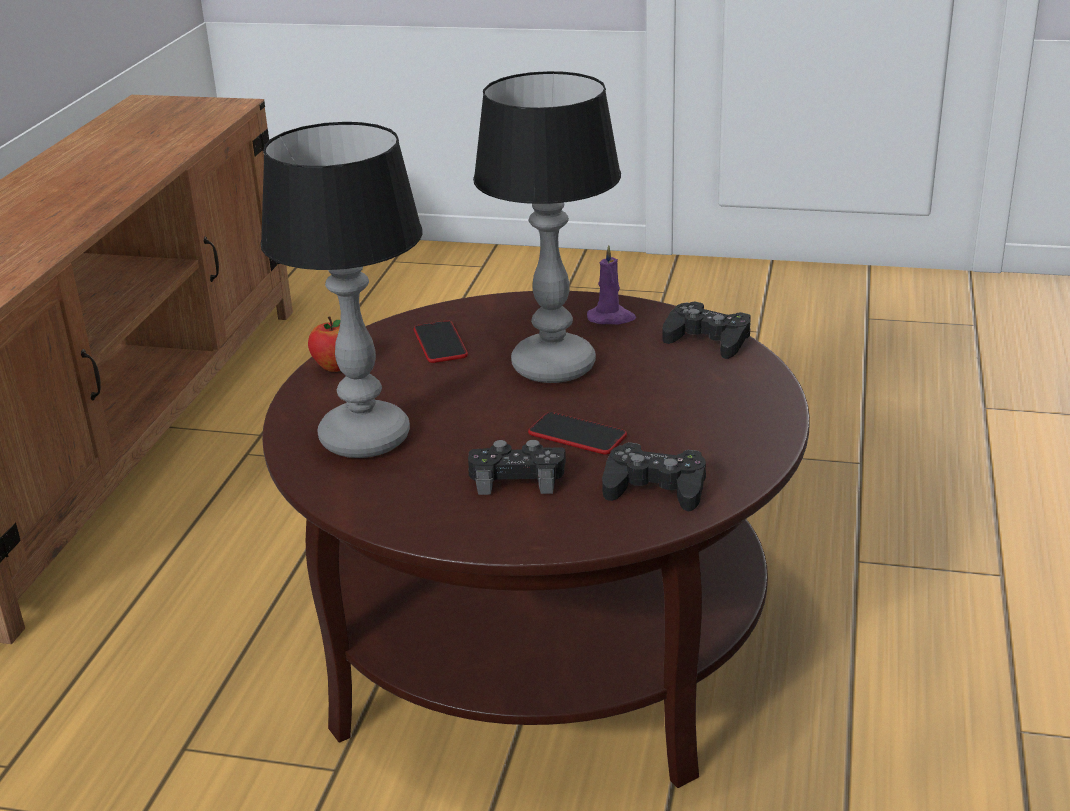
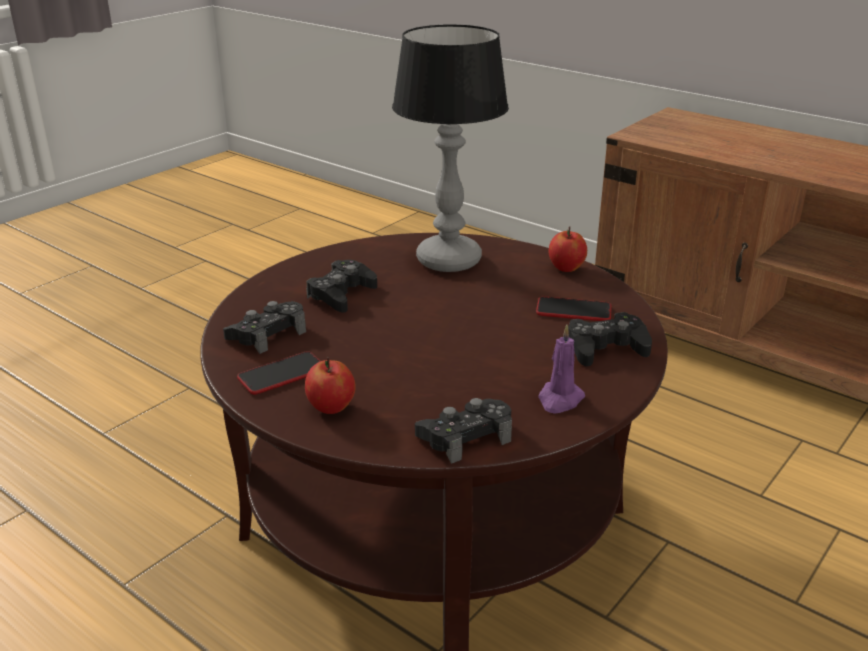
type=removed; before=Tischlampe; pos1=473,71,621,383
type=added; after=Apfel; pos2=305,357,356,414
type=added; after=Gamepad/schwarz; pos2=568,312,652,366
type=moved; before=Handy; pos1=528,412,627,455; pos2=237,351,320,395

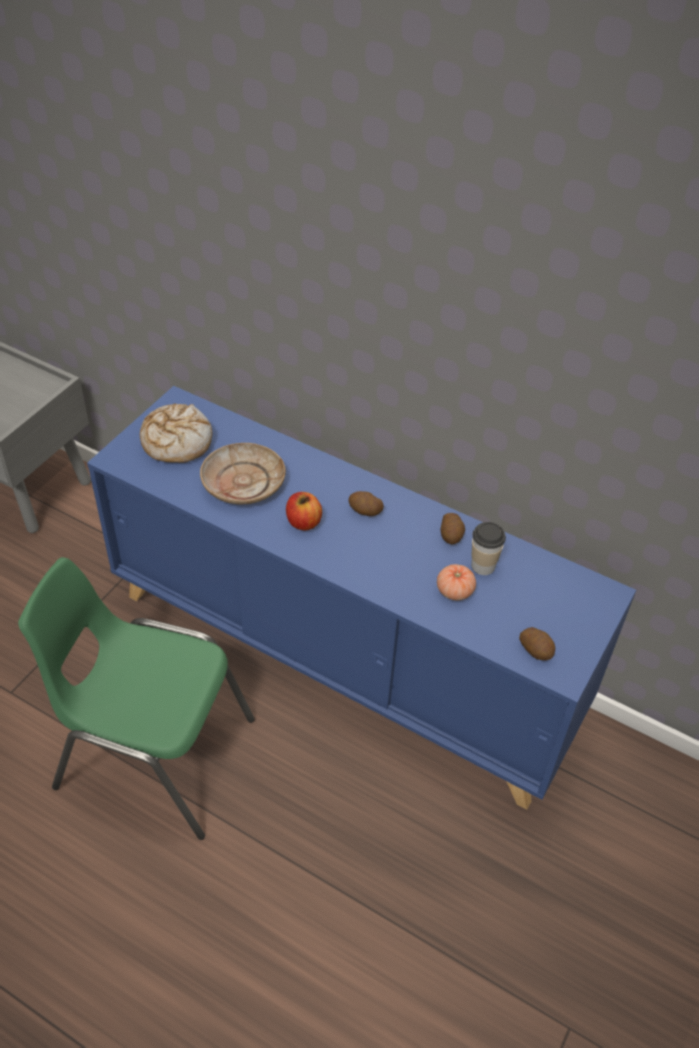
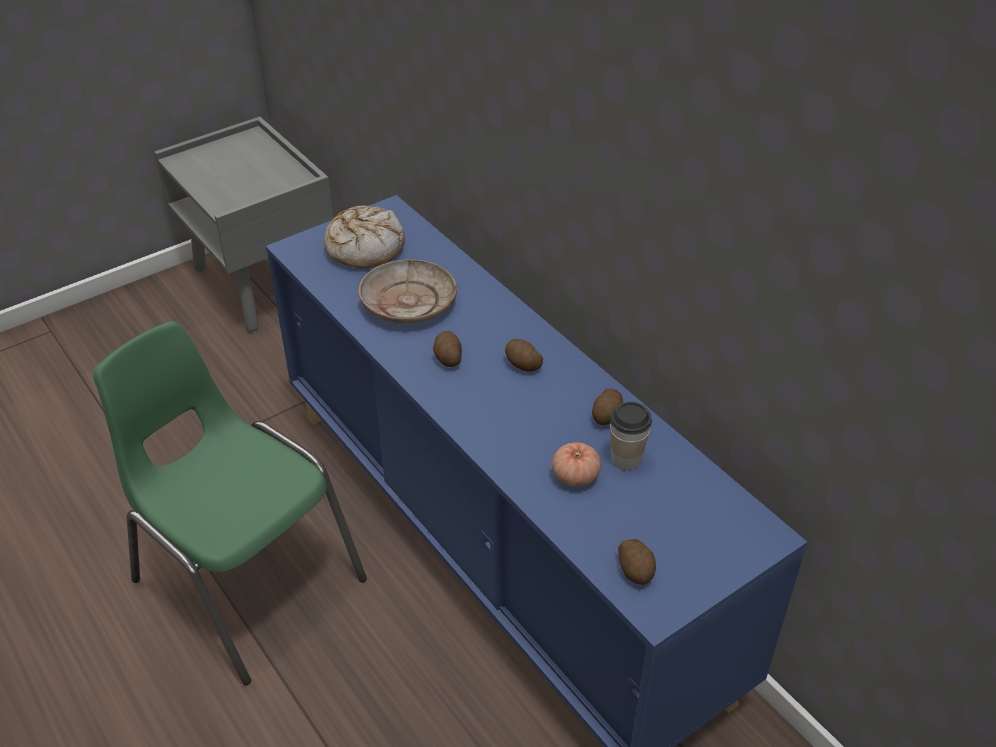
type=replaced; before=Apfel; after=Kartoffel; pos1=286,492,322,530; pos2=433,331,462,367

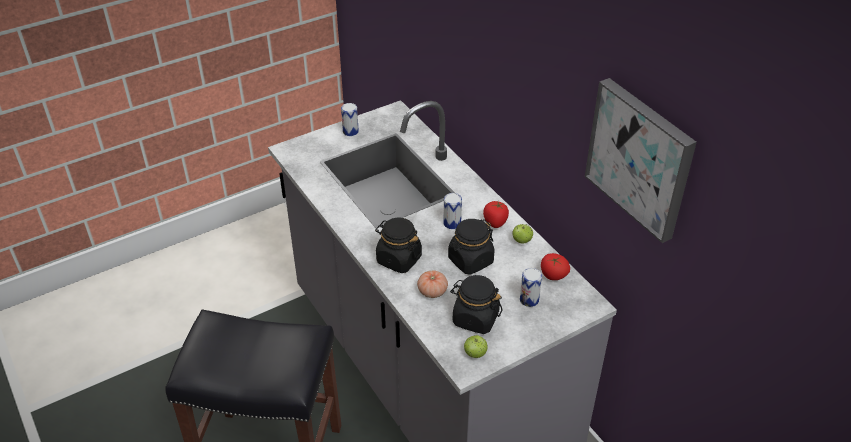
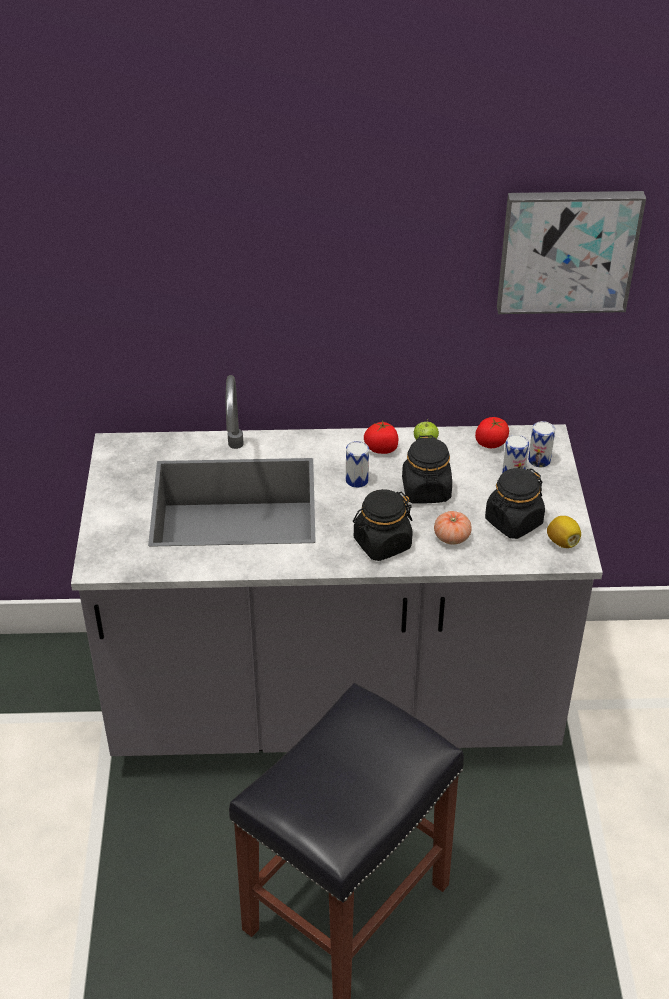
type=moved; before=Dose; pos1=341,103,359,136; pos2=528,421,555,467
type=replaced; before=Apfel; after=Zitrone; pos1=464,335,488,358; pos2=547,516,581,548

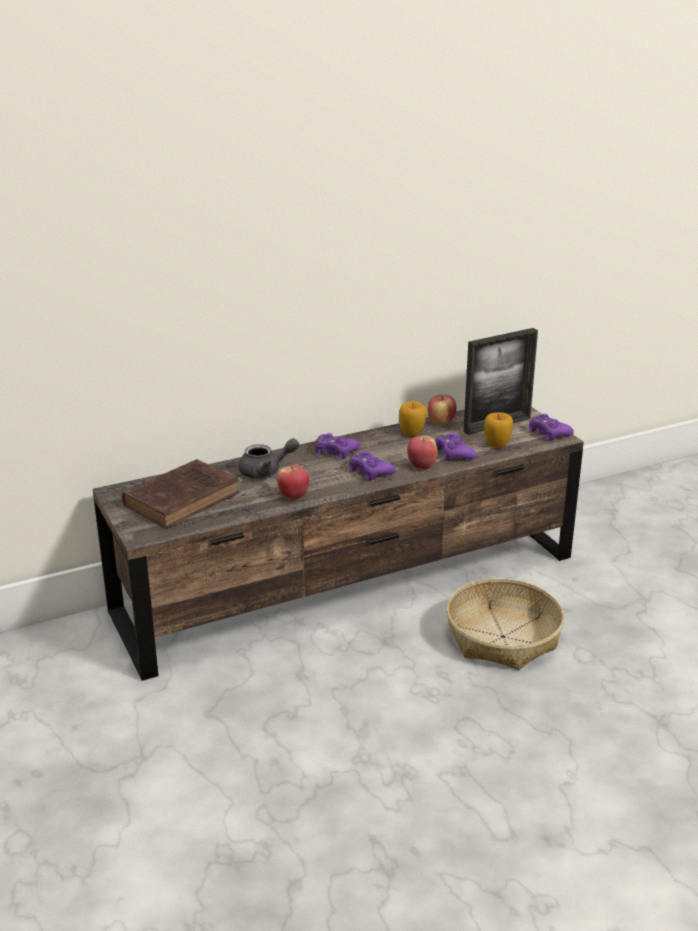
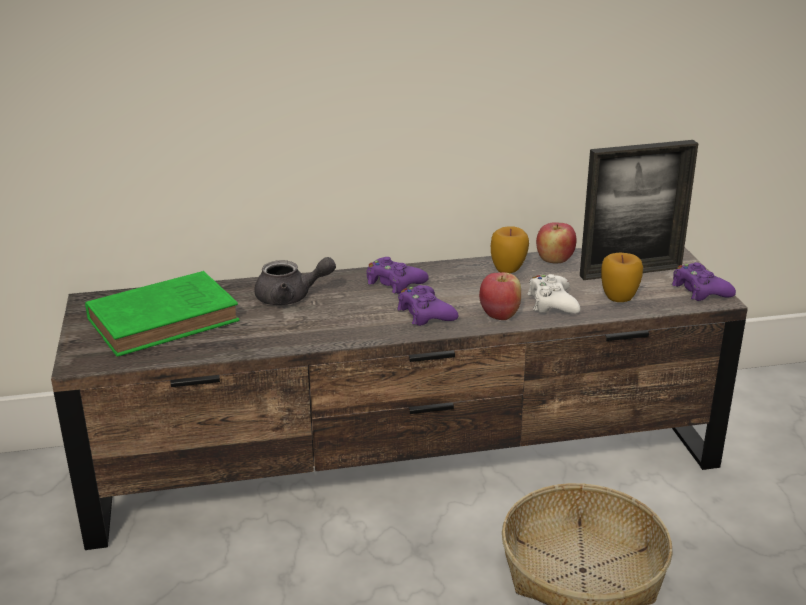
type=removed; before=Apfel; pos1=277,465,309,500
type=recoloured; before=Buch/braun; after=Buch/grün; pos1=122,459,240,529; pos2=85,271,240,357
type=recoloured; before=Gamepad/lila; after=Gamepad/weiß; pos1=435,433,477,461; pos2=527,274,581,314

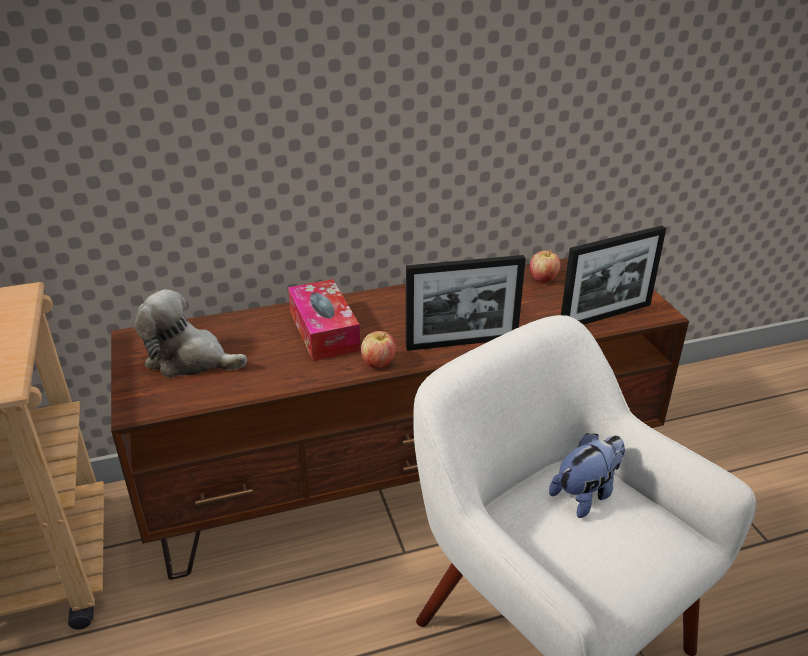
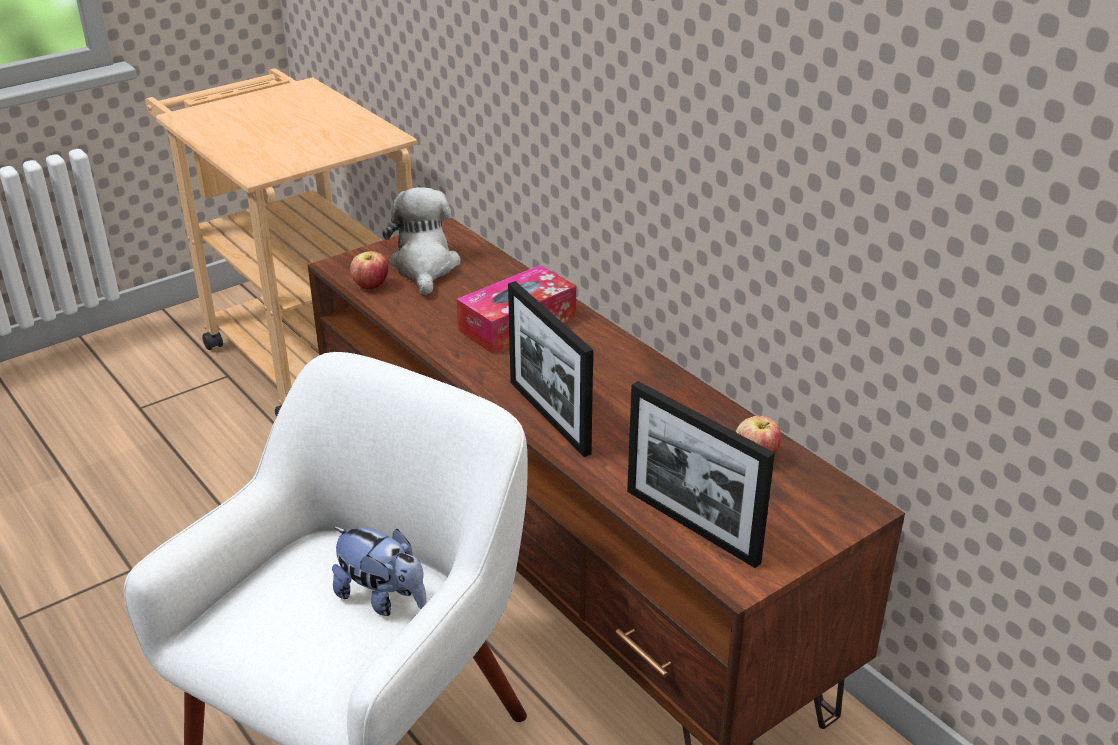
type=moved; before=Apfel; pos1=361,331,396,368; pos2=350,251,388,289

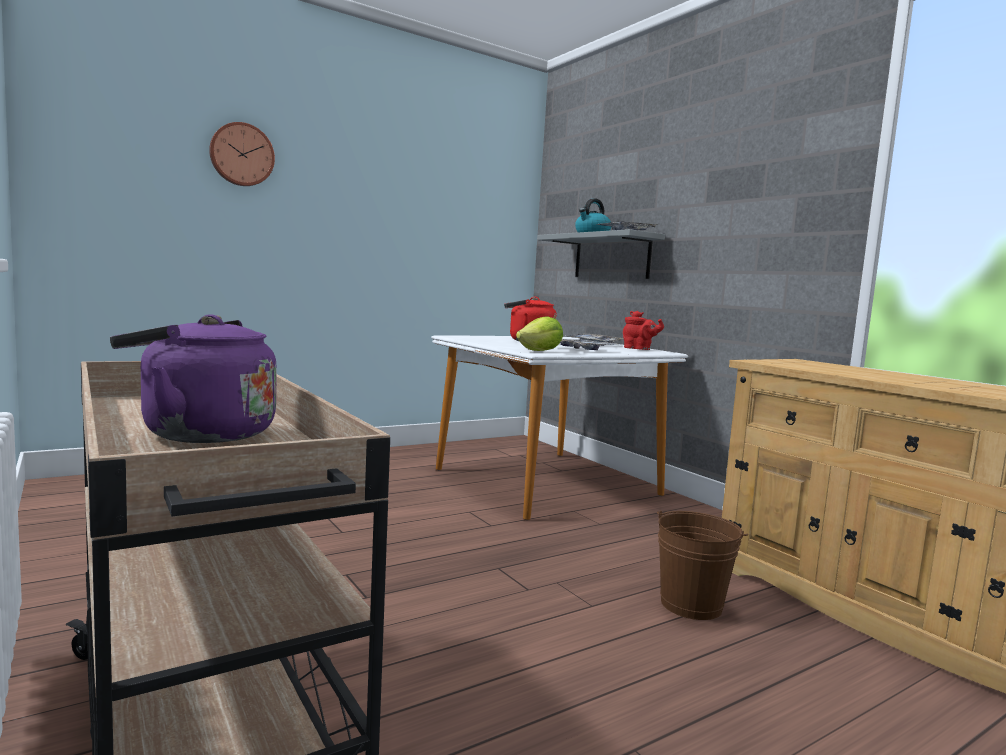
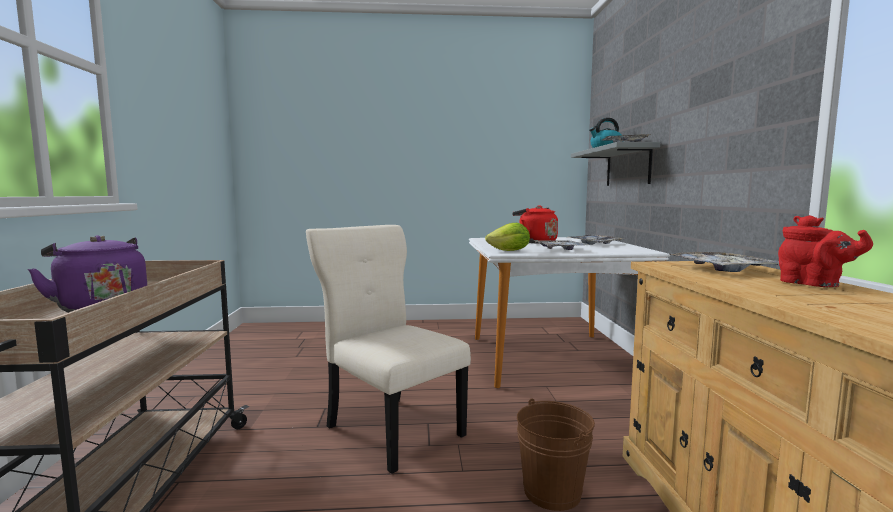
type=removed; before=Wanduhr; pos1=209,122,275,186
type=added; after=Stuhl/beige; pos2=306,225,471,474
type=added; after=Tablett; pos2=670,252,779,272
type=moved; before=Teekanne/rot; pos1=623,311,664,350; pos2=778,215,873,287

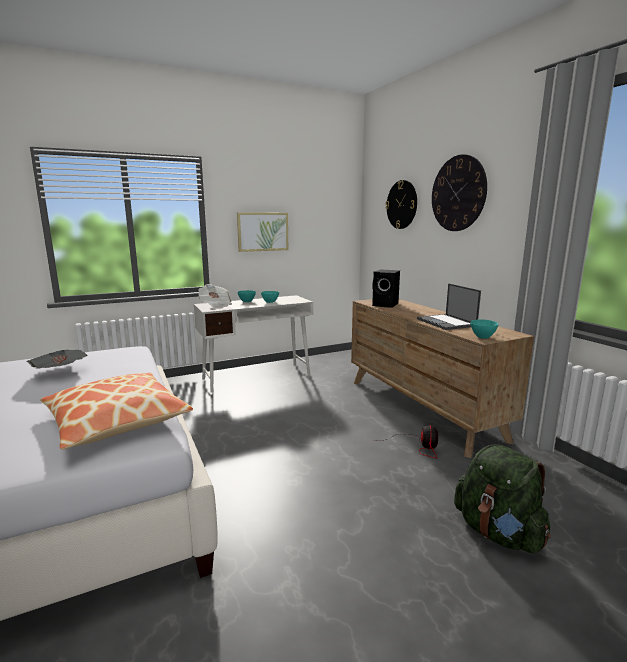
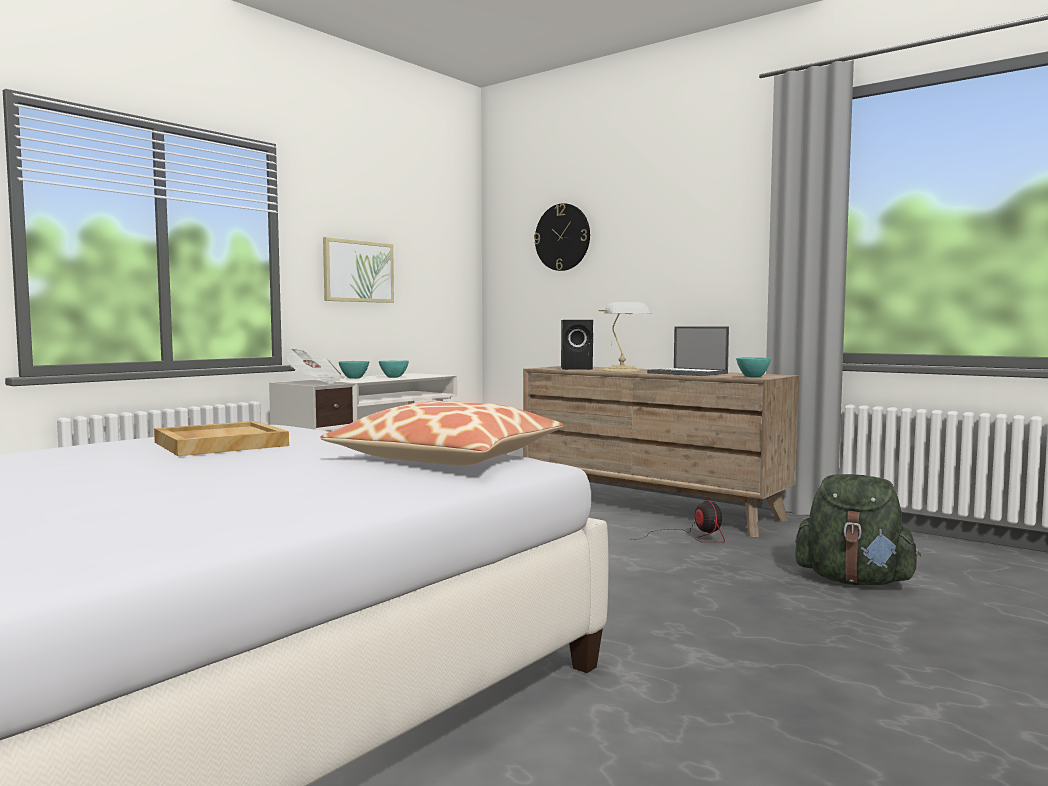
type=removed; before=Wanduhr; pos1=432,154,487,231
type=added; after=Tischlampe; pos2=598,302,652,372
type=replaced; before=Zeitung; after=Tablett/beige; pos1=26,350,87,369; pos2=154,421,289,456

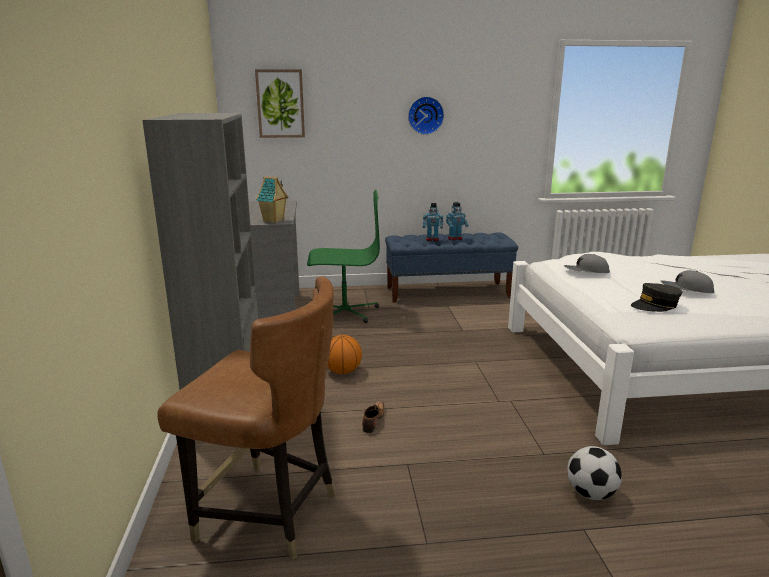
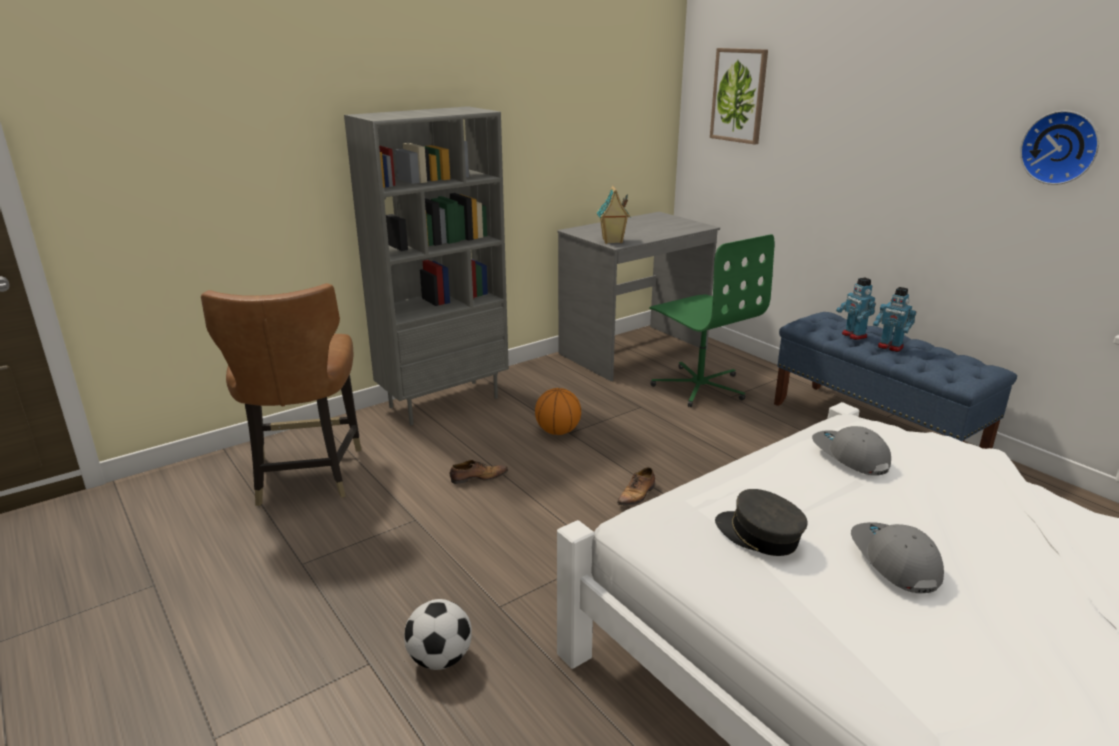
type=added; after=Schuh; pos2=617,467,655,506
type=moved; before=Wanduhr; pos1=408,96,444,135; pos2=1020,111,1099,185

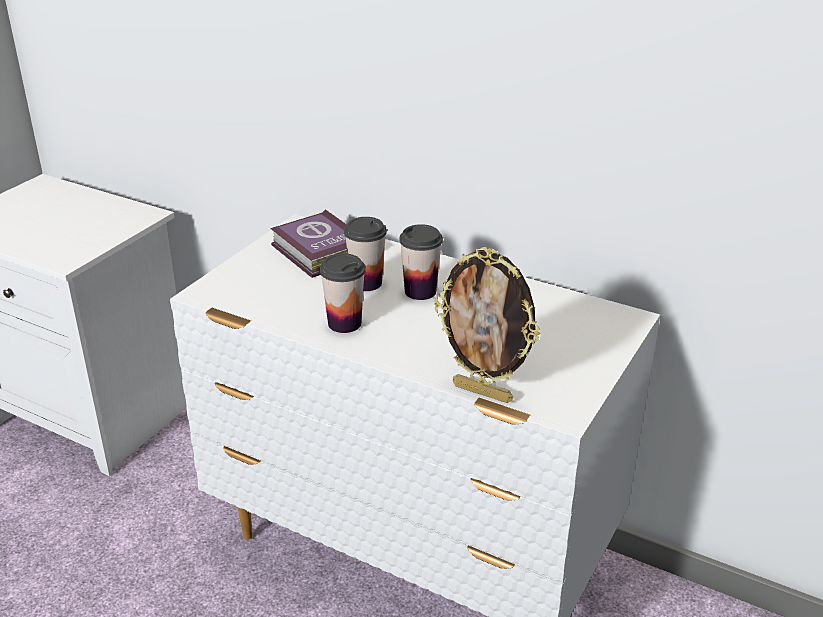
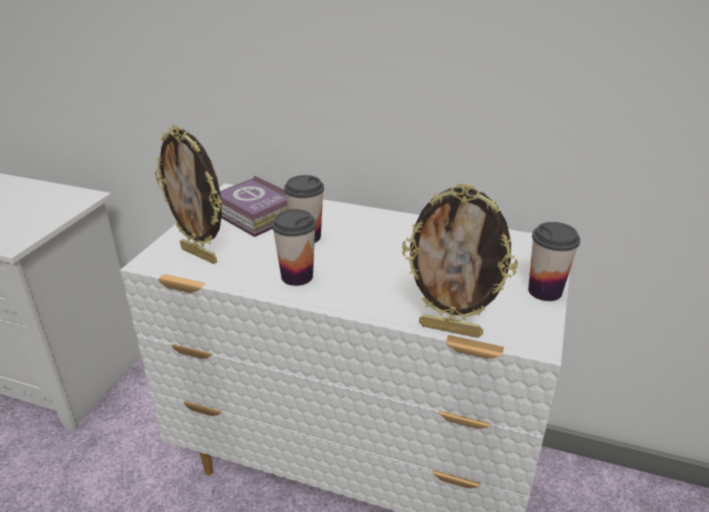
type=added; after=Bilderrahmen; pos2=155,125,222,264
type=moved; before=Tasse; pos1=399,224,443,300; pos2=528,222,580,301

